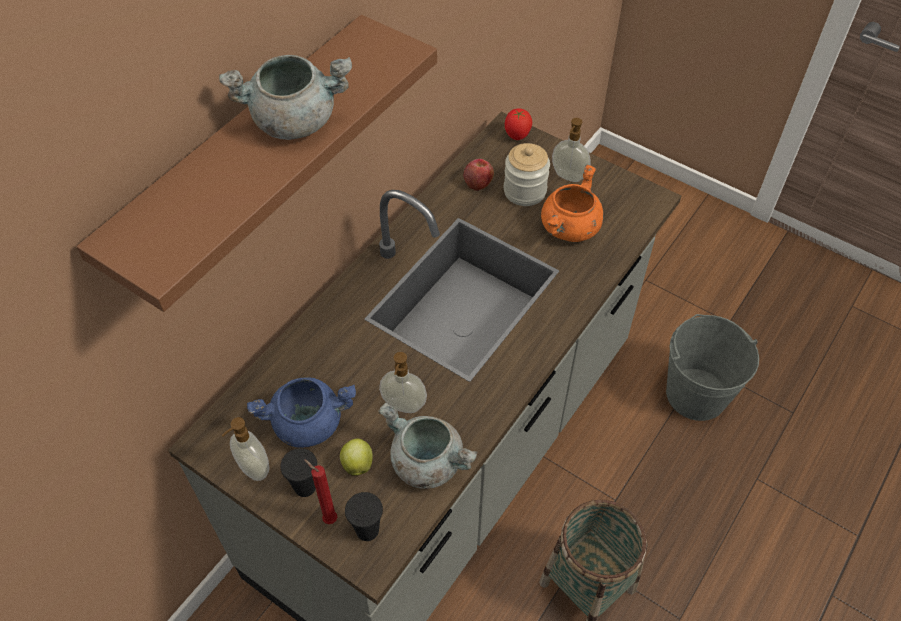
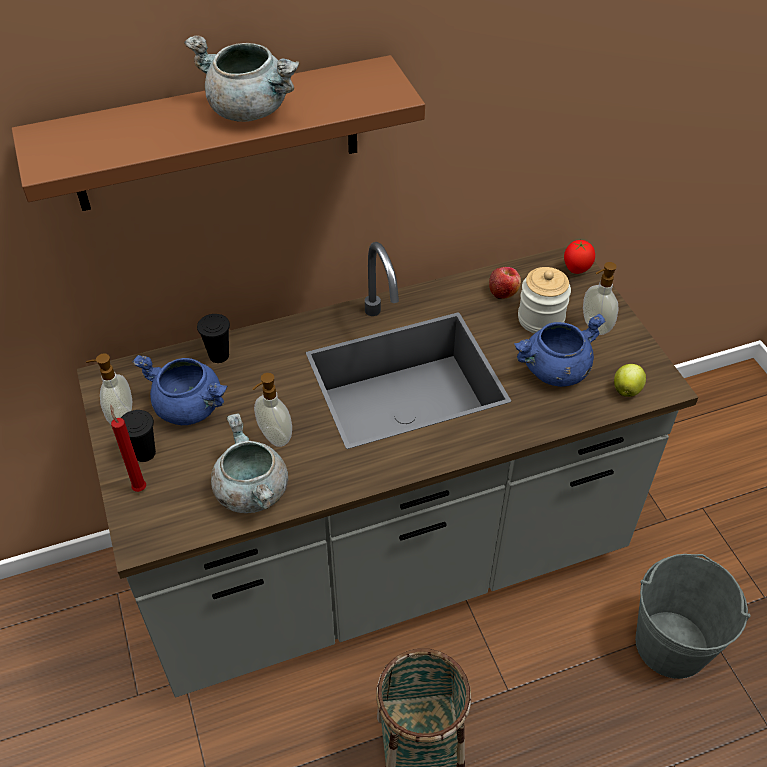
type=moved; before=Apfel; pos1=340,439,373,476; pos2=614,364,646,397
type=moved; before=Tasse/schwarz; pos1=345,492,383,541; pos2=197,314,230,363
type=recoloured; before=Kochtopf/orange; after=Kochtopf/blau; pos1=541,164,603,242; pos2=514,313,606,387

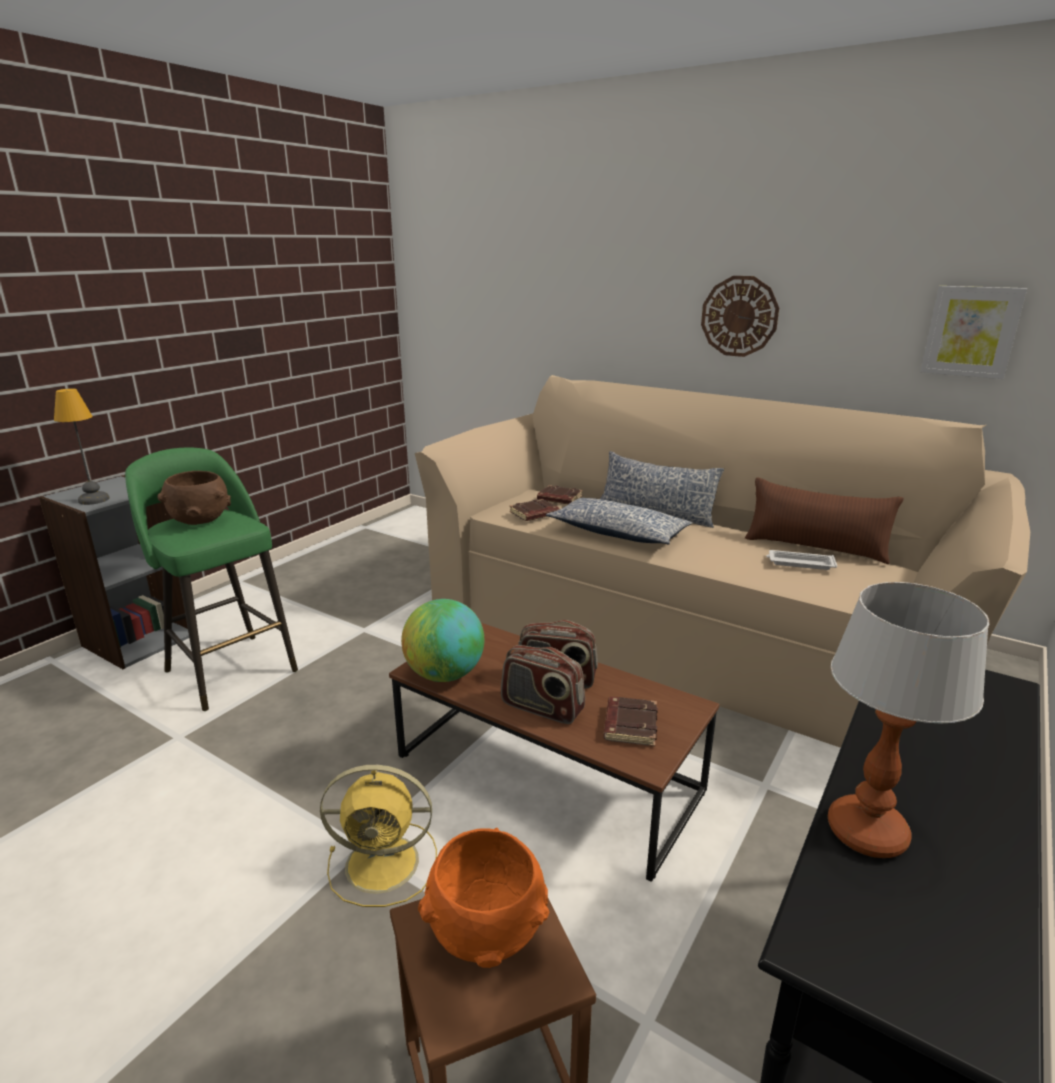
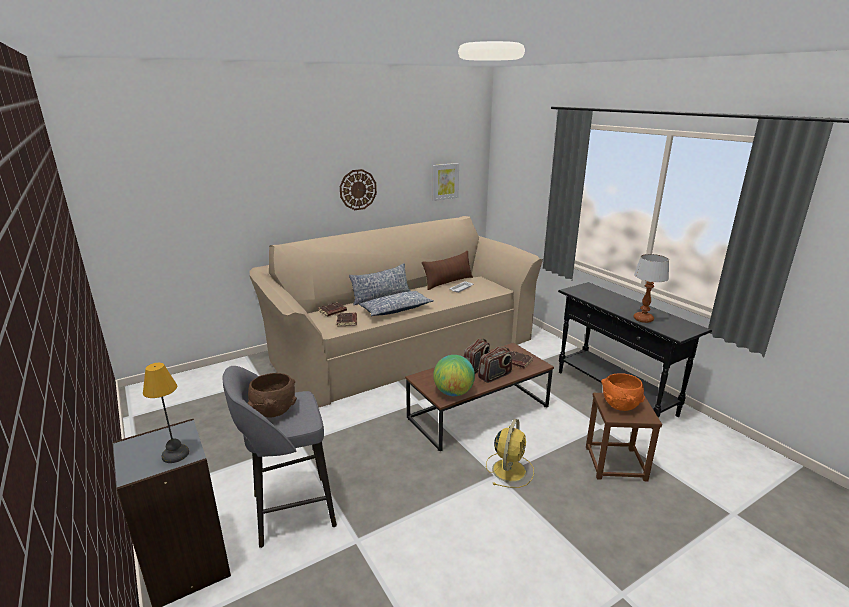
type=recoloured; before=Hocker/grün; after=Hocker/grau; pos1=125,448,298,711; pos2=222,366,337,548

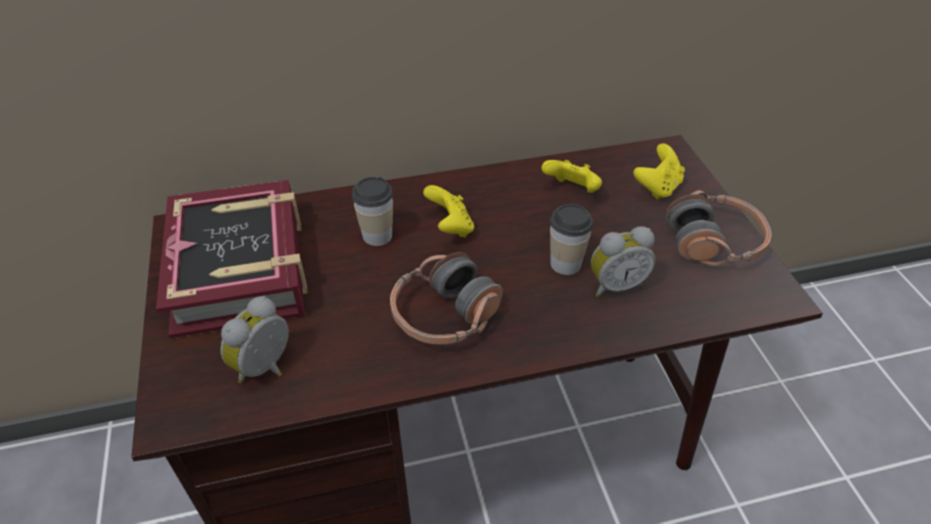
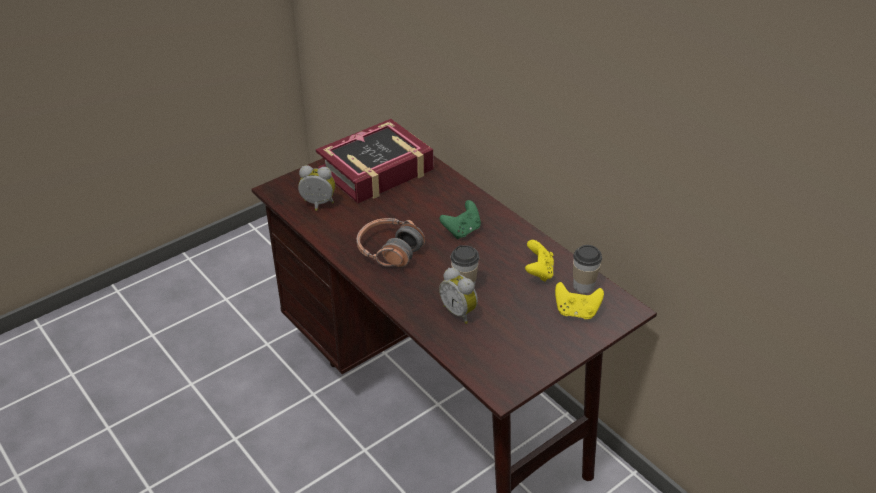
type=removed; before=Kopfhörer; pos1=666,190,772,266
type=moved; before=Tasse; pos1=352,177,393,246; pos2=573,245,602,293
type=recoloured; before=Gamepad/gelb; after=Gamepad/grün; pos1=423,185,474,238; pos2=440,200,481,239

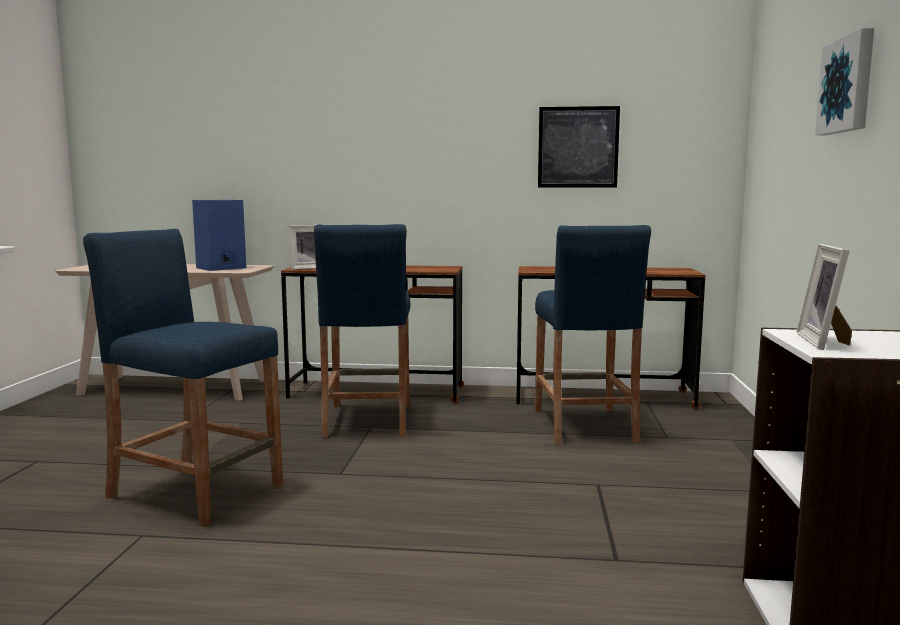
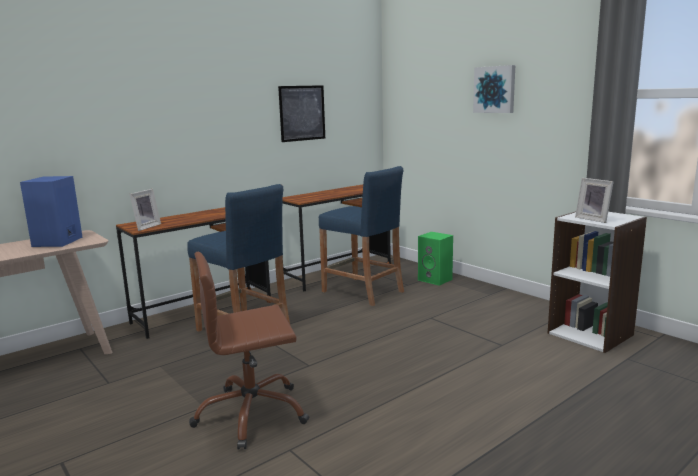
type=added; after=Lautsprecher/grün; pos2=418,232,453,286
type=replaced; before=Hocker/blau; after=Bürostuhl/braun; pos1=83,229,283,527; pos2=189,252,309,450

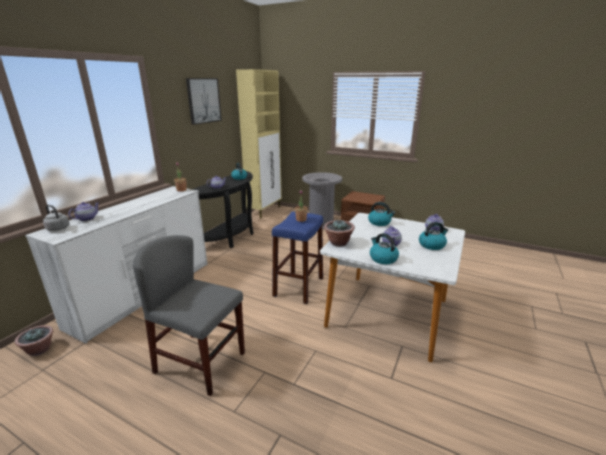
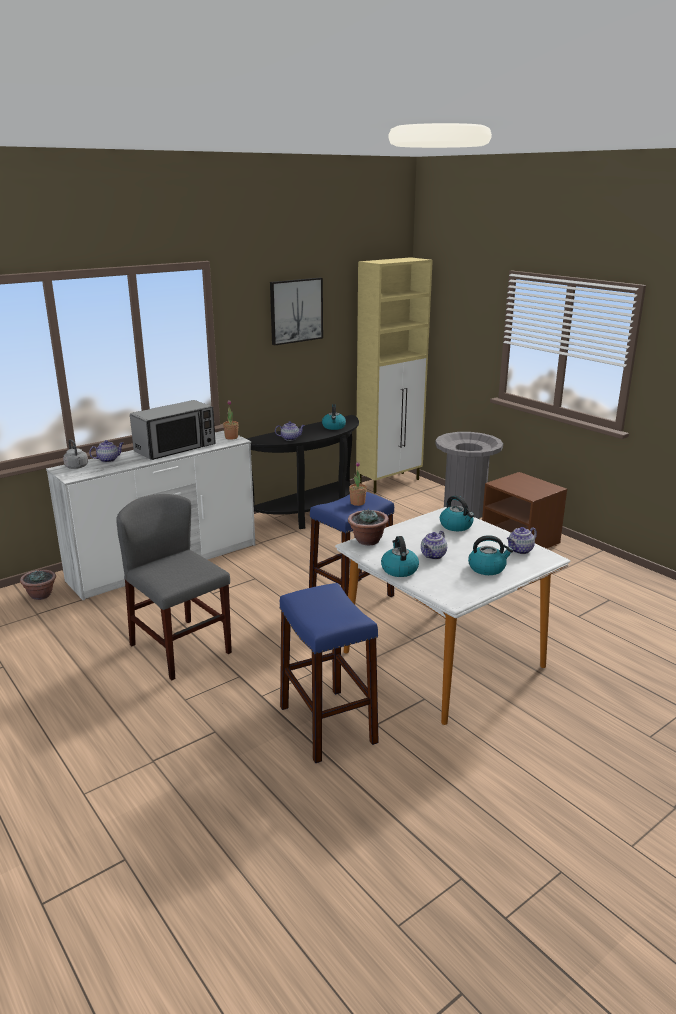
type=added; after=Mikrowelle; pos2=130,400,216,460
type=added; after=Hocker/blau; pos2=279,583,379,763

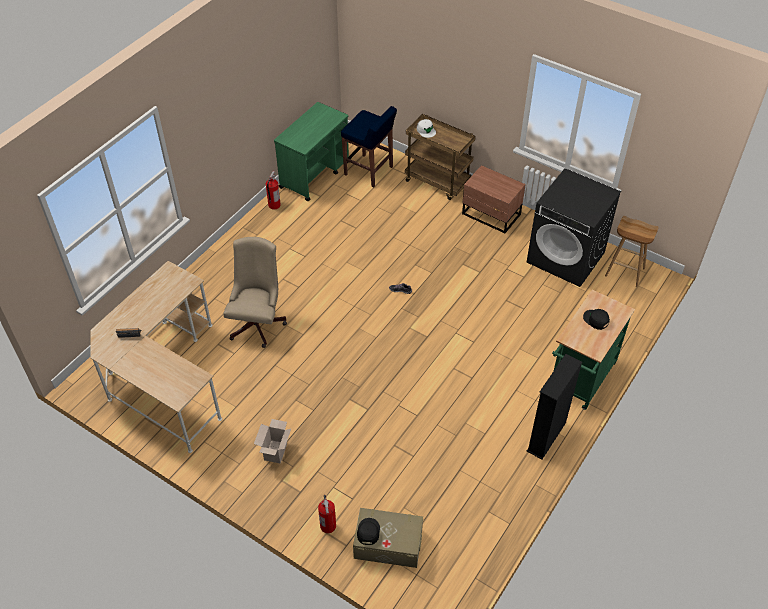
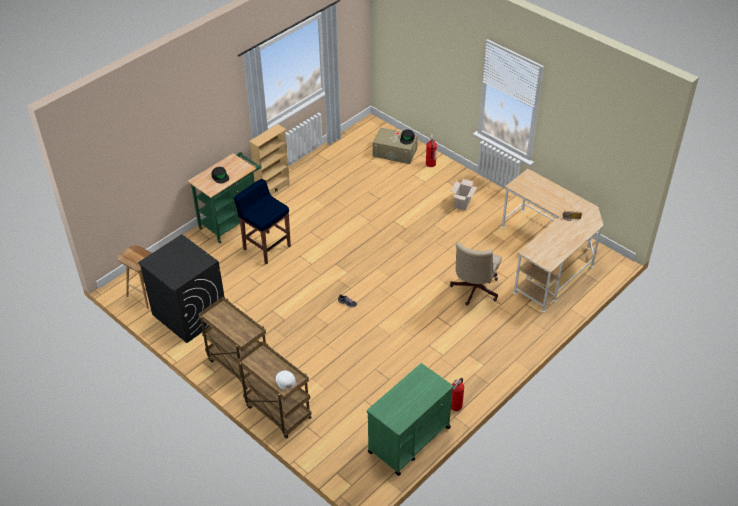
type=moved; before=Hocker/blau; pos1=341,106,397,187; pos2=234,179,291,265
type=replaced; before=Nachttisch/braun; after=Rollwagen/braun; pos1=462,165,526,233; pos2=198,297,266,390
type=recoloured; before=Bücherregal/schwarz; after=Bücherregal/beige; pos1=527,354,582,459; pos2=249,124,291,197

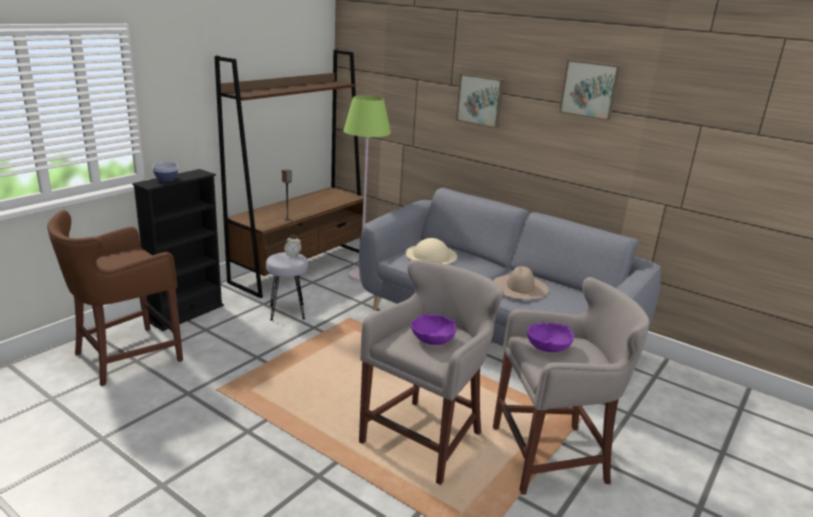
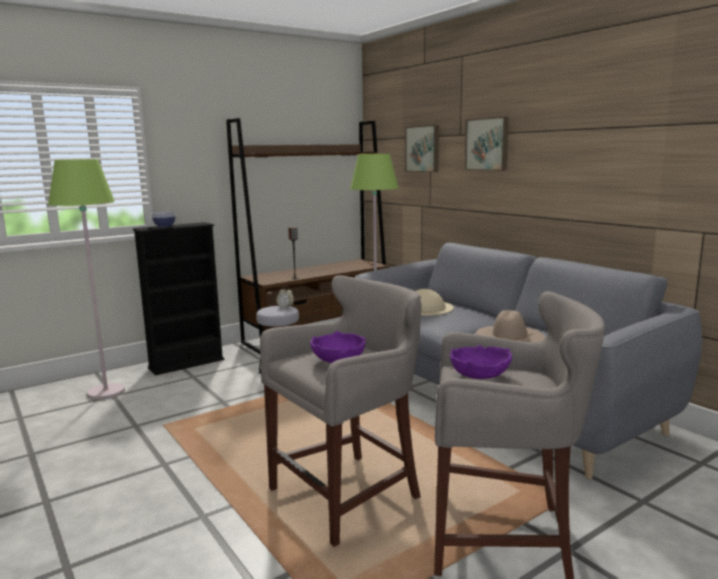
type=moved; before=Bild; pos1=559,60,621,121; pos2=405,125,439,172
type=replaced; before=Hocker/braun; after=Stehlampe/grün; pos1=47,210,183,386; pos2=48,159,125,400

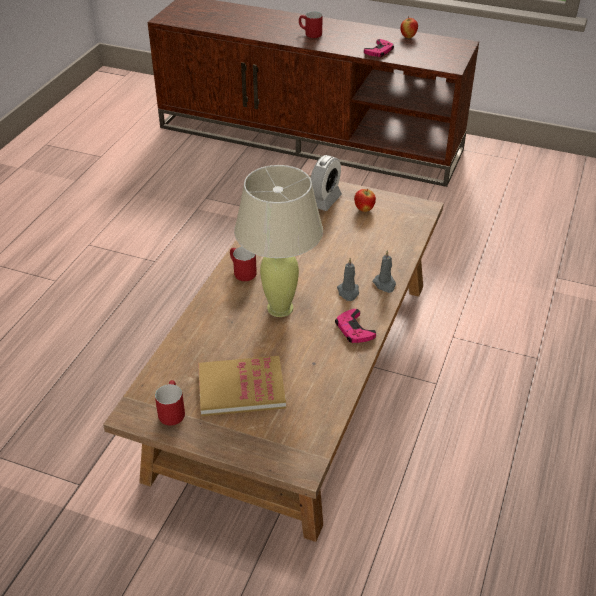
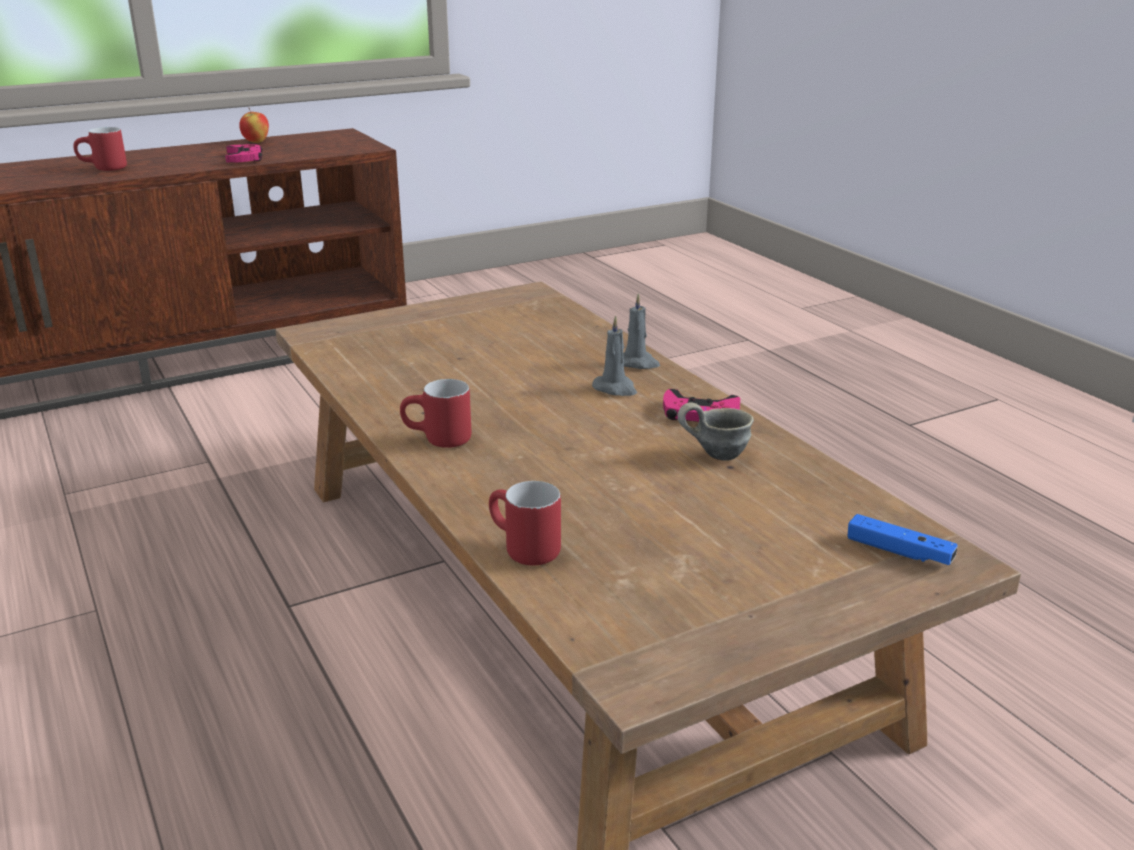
type=removed; before=Buch; pos1=198,356,286,416
type=removed; before=Tischlampe/beige; pos1=234,165,323,317
type=removed; before=Wecker; pos1=310,155,342,211
type=removed; before=Apfel; pos1=354,189,376,212
type=added; after=Henkelbecher/grau; pos2=678,402,754,461
type=added; after=Gamepad/blau; pos2=848,514,958,565
type=moved; before=Henkelbecher/rot; pos1=155,380,185,426; pos2=489,481,561,566

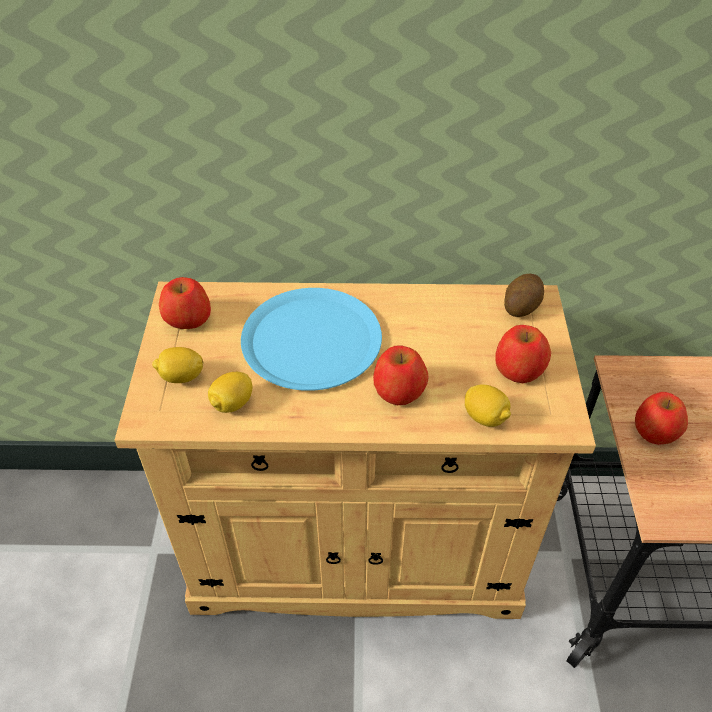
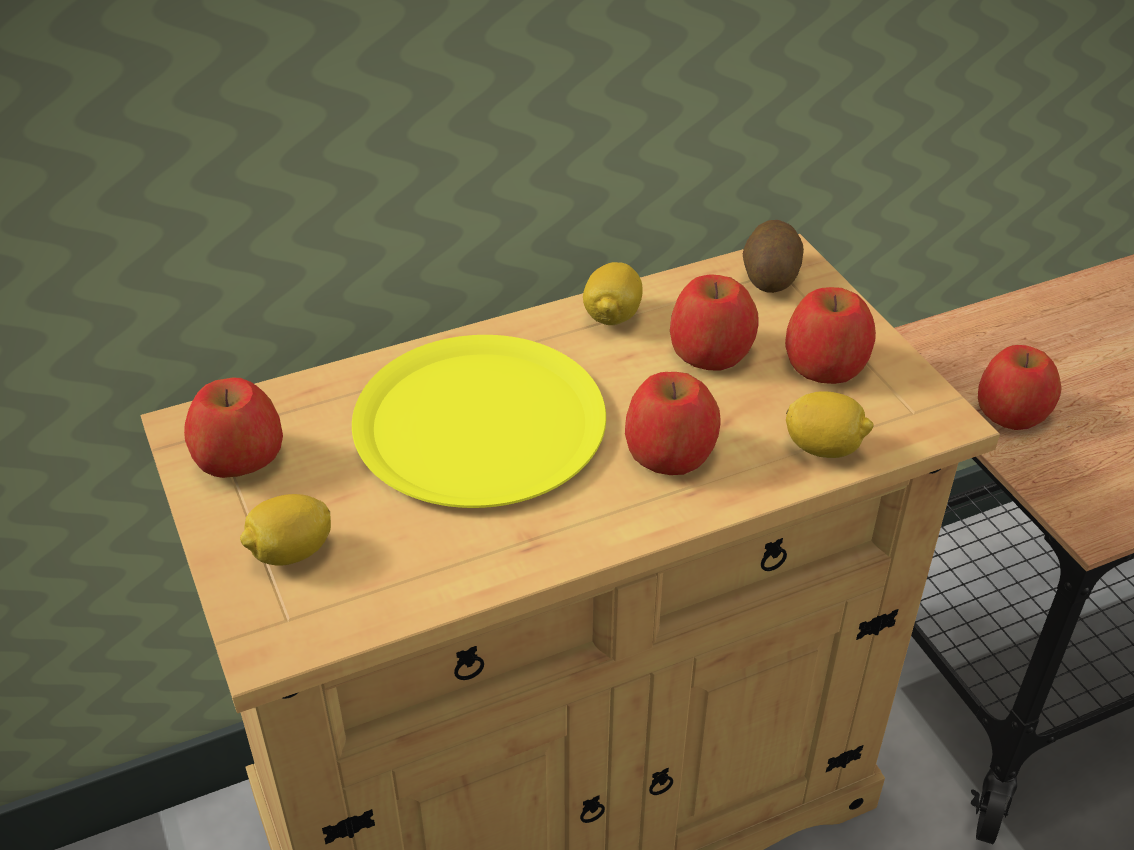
type=added; after=Apfel; pos2=670,274,759,371
type=moved; before=Zitrone; pos1=208,372,253,413; pos2=583,262,643,325
type=recoloured; before=Teller/blau; after=Teller/gelb; pos1=241,288,382,391; pos2=352,335,606,508

